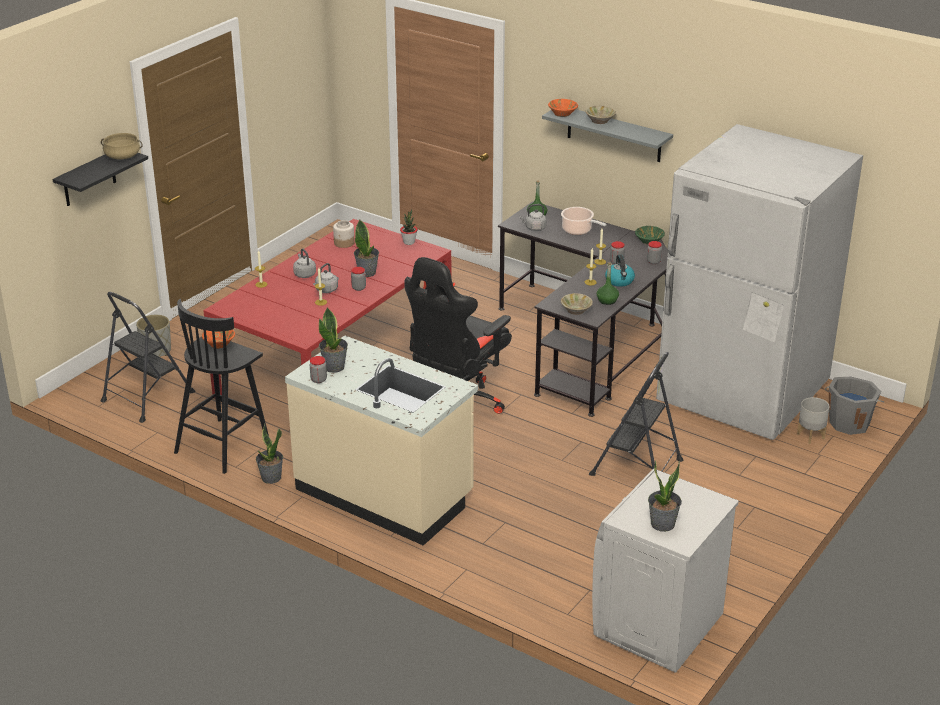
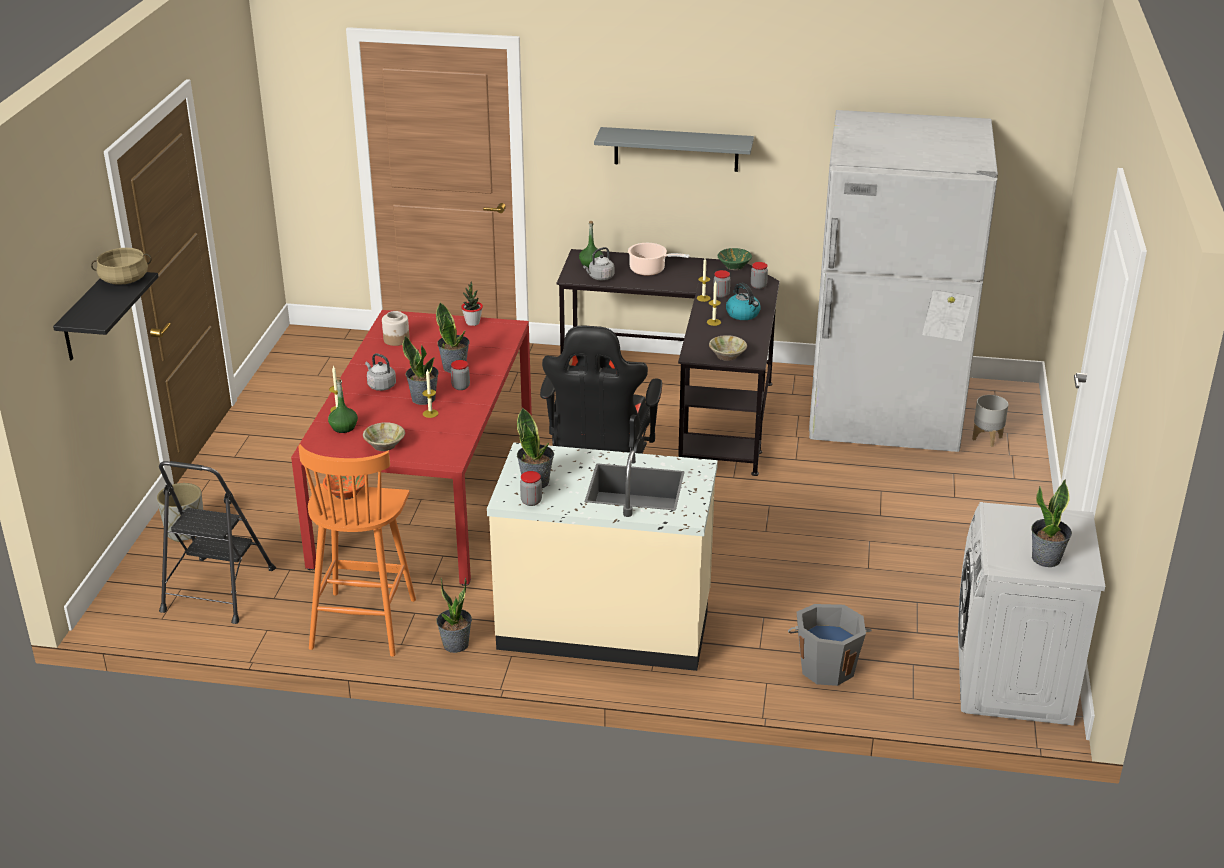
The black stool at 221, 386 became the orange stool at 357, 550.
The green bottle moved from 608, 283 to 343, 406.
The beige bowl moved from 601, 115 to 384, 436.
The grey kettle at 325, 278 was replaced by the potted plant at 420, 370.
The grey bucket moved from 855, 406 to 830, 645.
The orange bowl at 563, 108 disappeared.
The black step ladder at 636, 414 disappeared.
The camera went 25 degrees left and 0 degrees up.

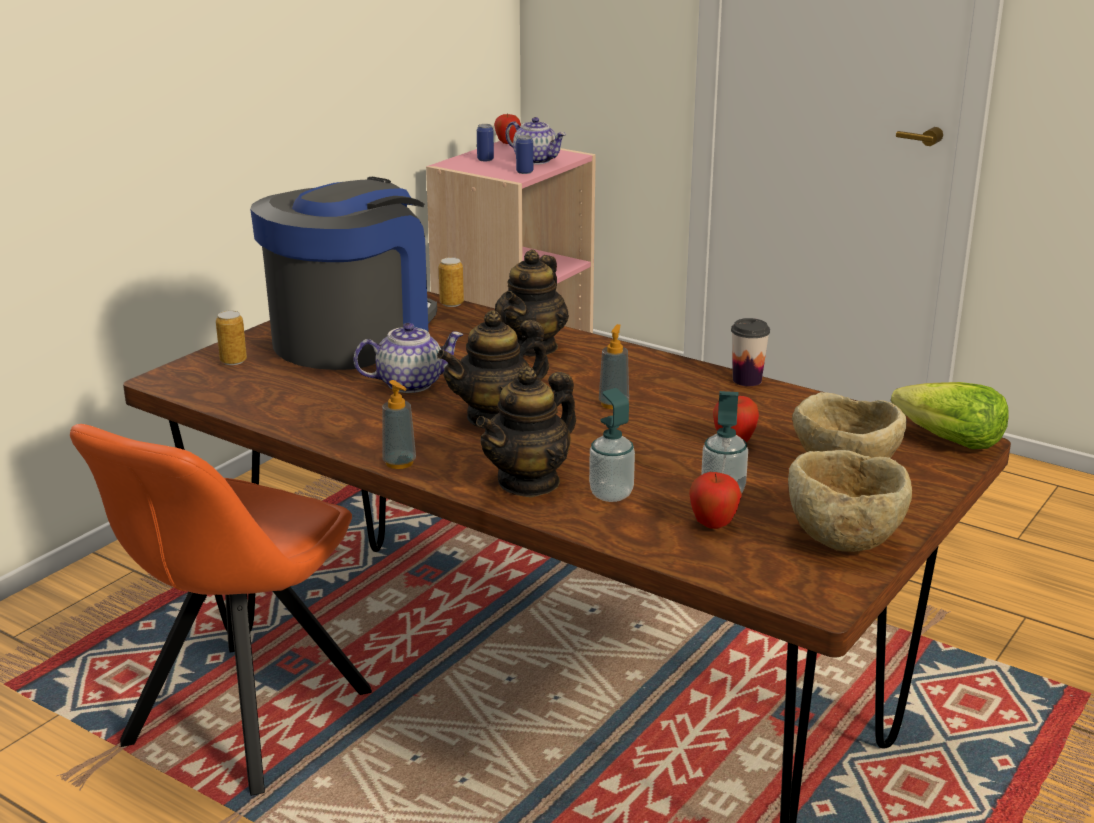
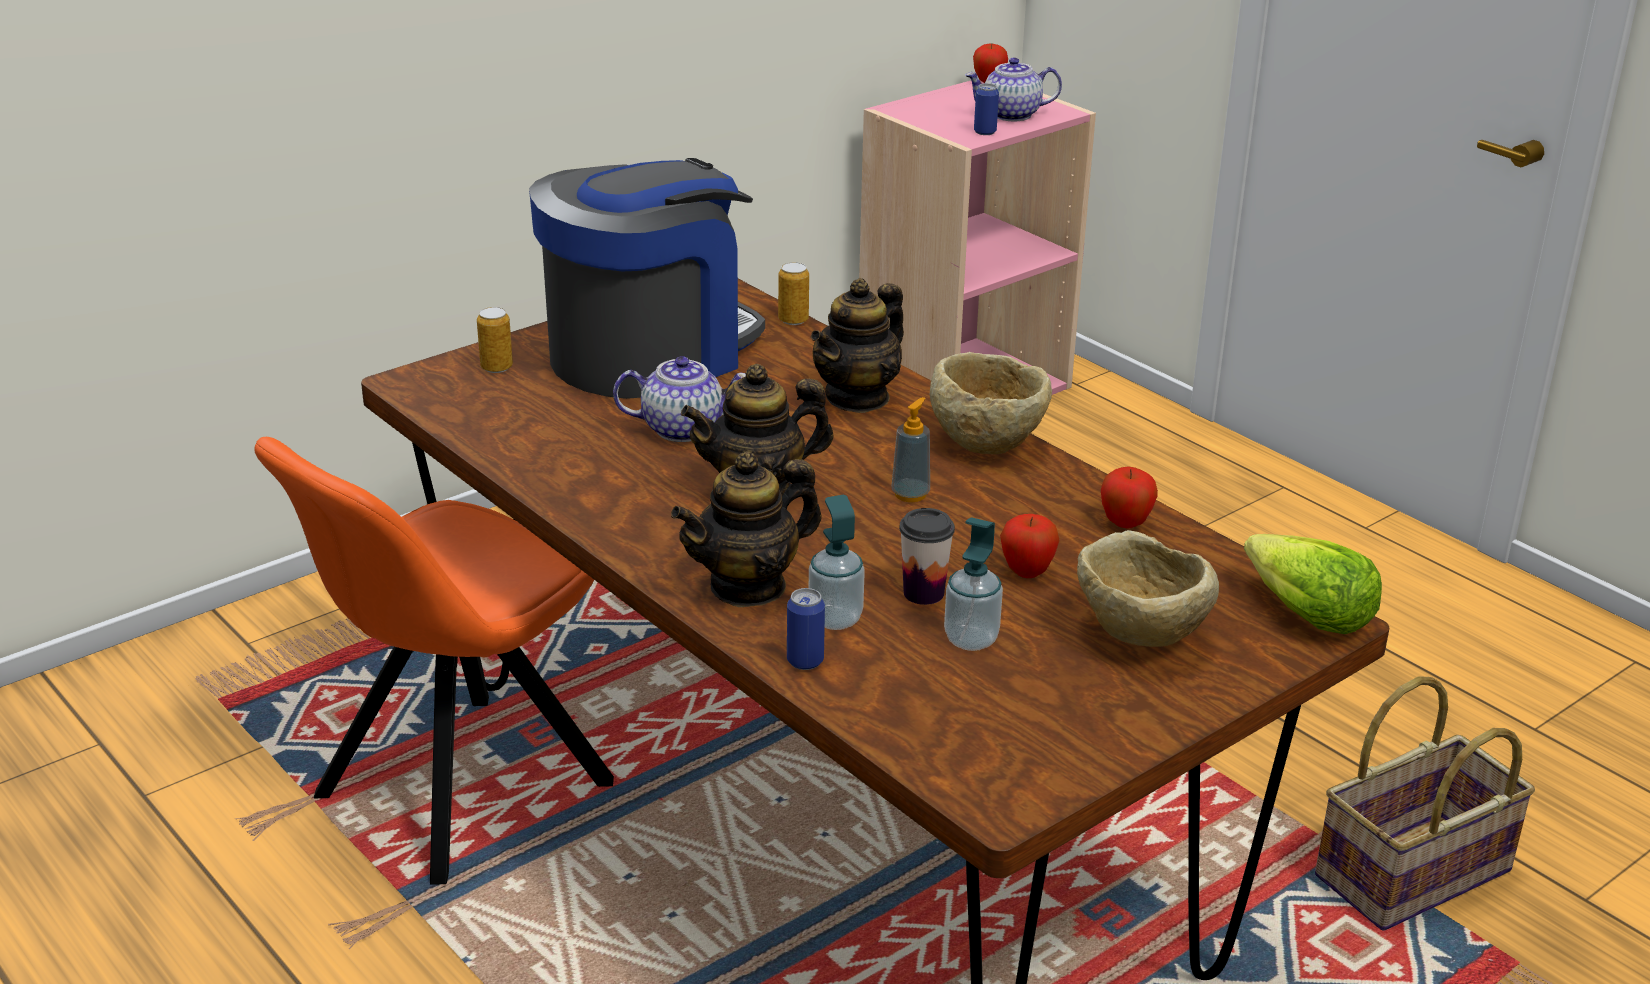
The can moved from 485, 142 to 806, 629.
The cup moved from 750, 352 to 927, 556.
The beige bowl moved from 850, 501 to 991, 403.
The teapot at 535, 141 turned 120 degrees clockwise.
The apple moved from 715, 500 to 1129, 497.
The basket at 1425, 803 appeared.
The soap dispenser at 399, 424 disappeared.
The camera went 15 degrees right and 5 degrees up.

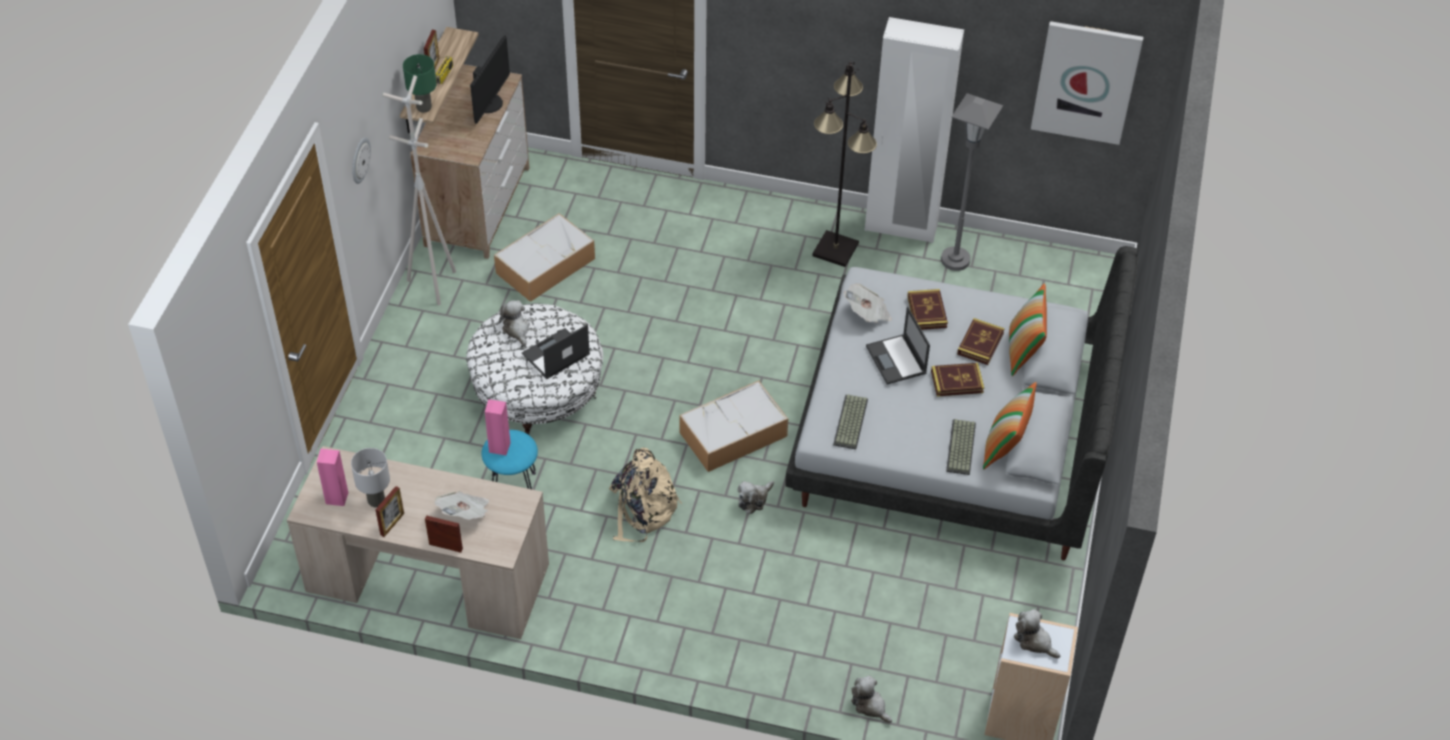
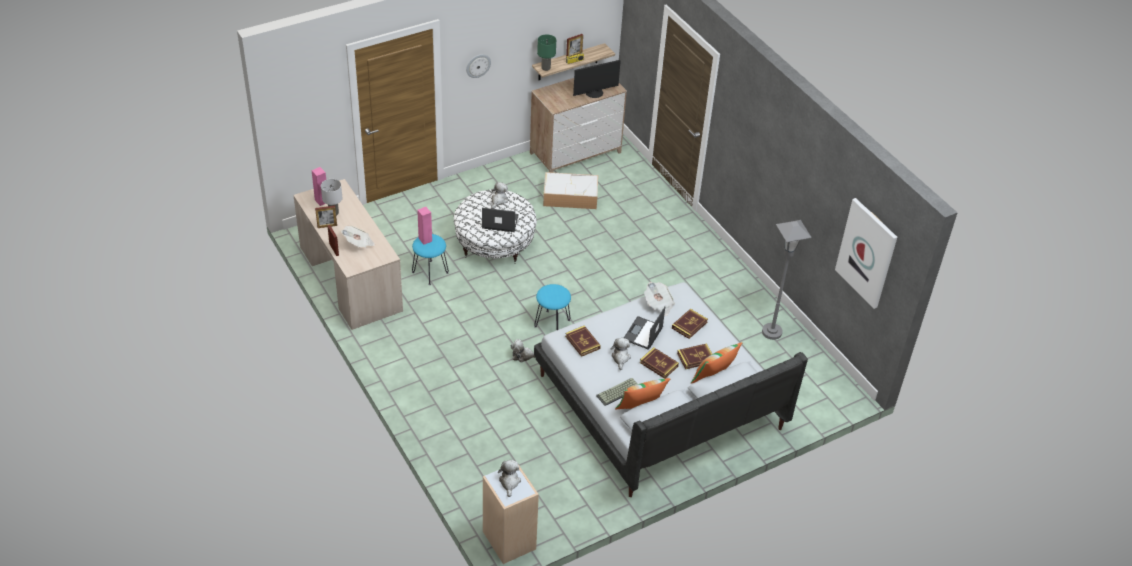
The storage box at 734, 426 was replaced by the turquoise stool at 552, 307.
The keyboard at 850, 421 was replaced by the book at 583, 341.
The plush toy moved from 871, 699 to 621, 354.
The grey clothes rack at 418, 190 disappeared.
The beige backpack at 645, 494 disappeared.
The black floor lamp at 844, 164 disappeared.
The white wardrobe at 914, 130 disappeared.
The camera went 45 degrees right and 5 degrees down.

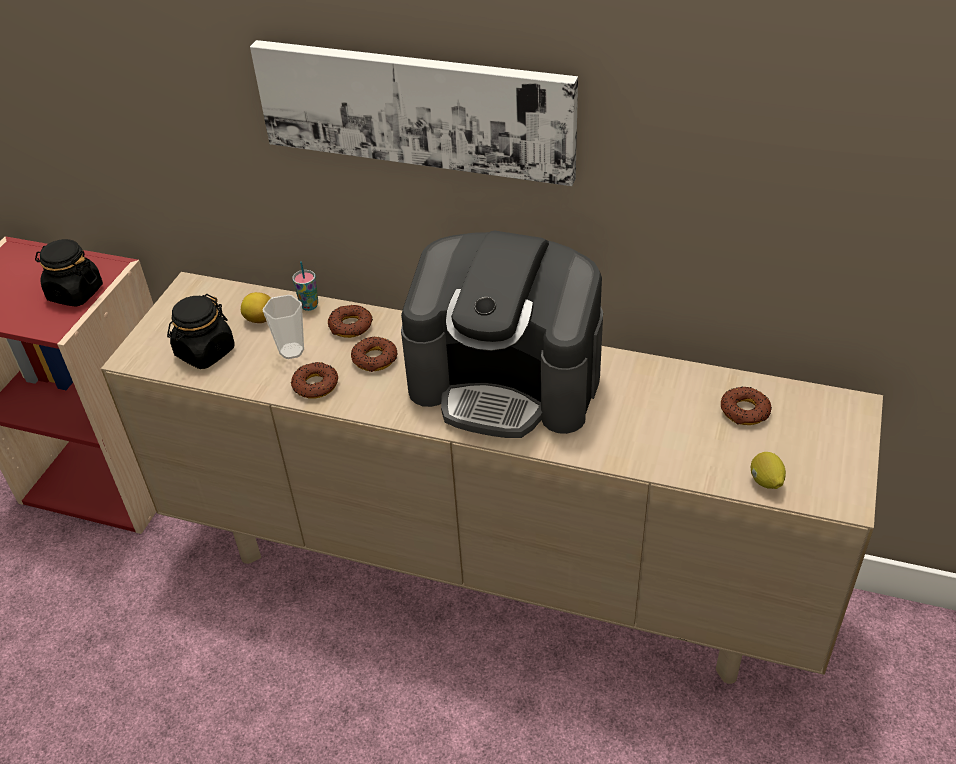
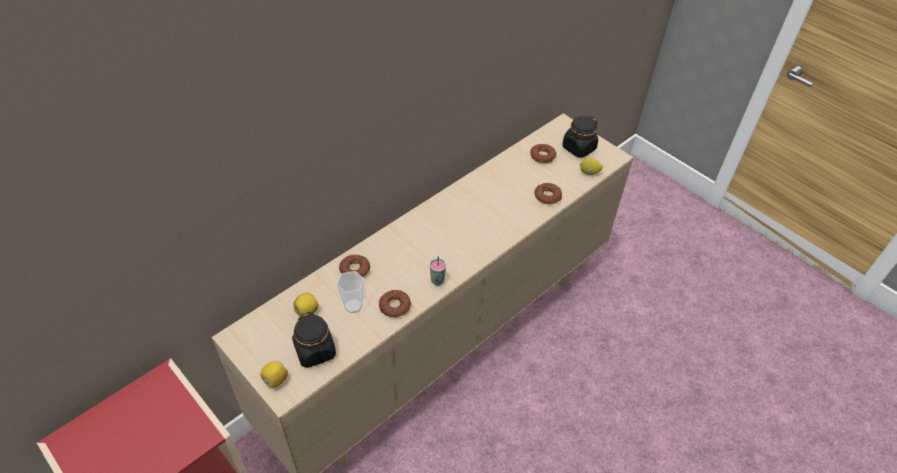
The lemon at 274, 374 appeared.
The cup moved from 305, 286 to 438, 271.
The donut moved from 374, 354 to 548, 193.
The black jar moved from 69, 273 to 580, 137.
The picture at 414, 113 disappeared.
The coffee machine at 502, 334 disappeared.
The camera went 65 degrees left and 5 degrees up.

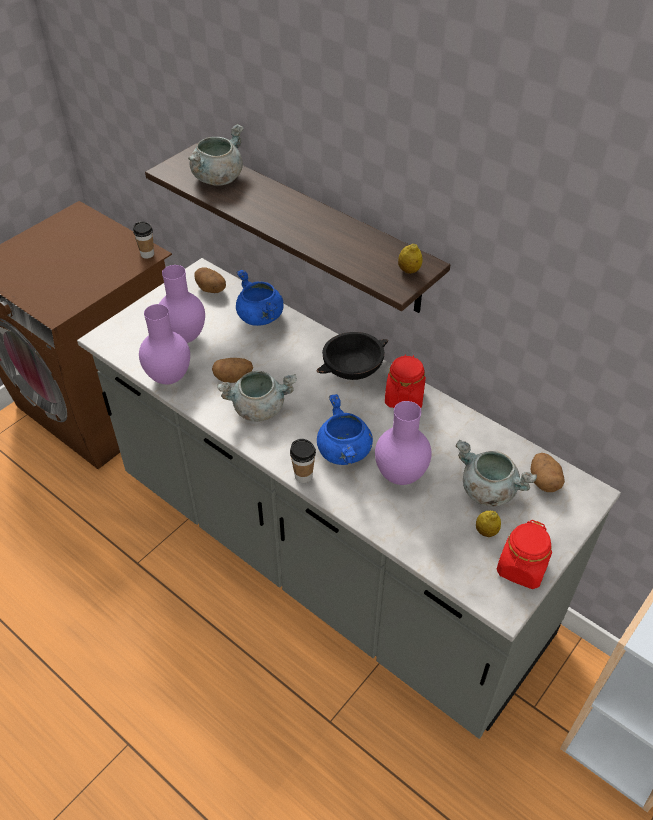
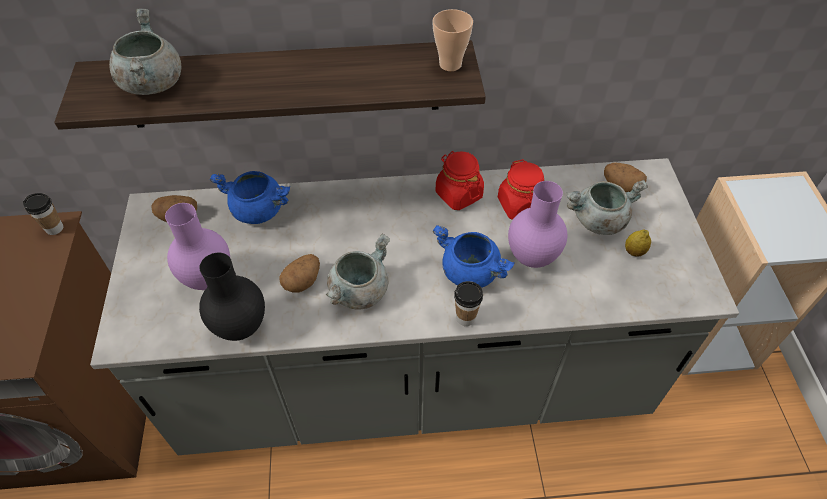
The purple vase at 164, 344 became the black vase at 232, 297.
The lemon at 410, 258 was replaced by the cup at 452, 40.
The red jar moved from 524, 554 to 521, 189.
The black bowl at 352, 356 disappeared.
The camera went 45 degrees left and 5 degrees up.

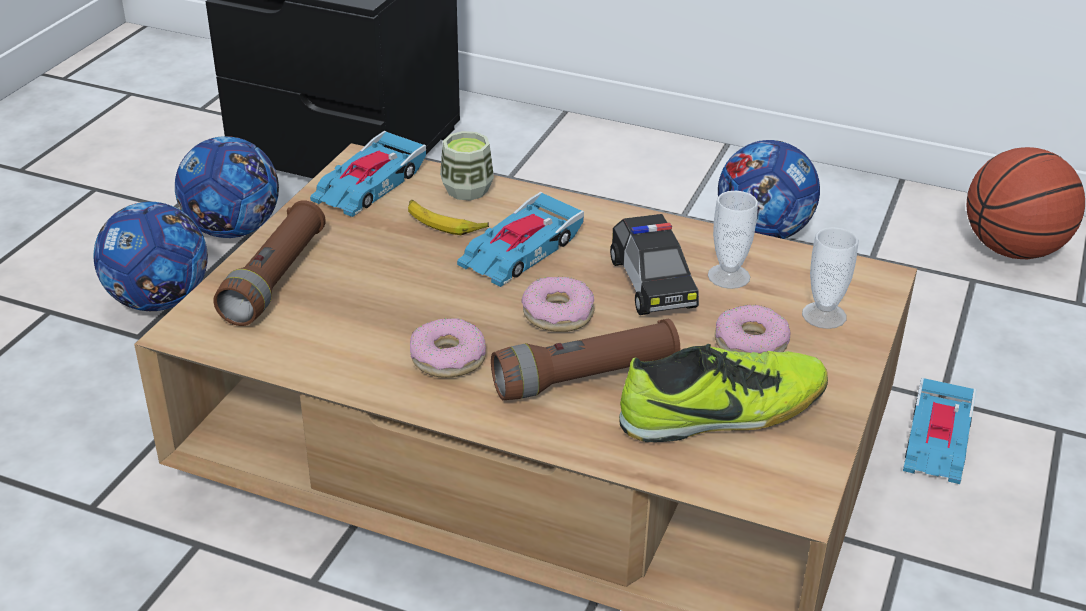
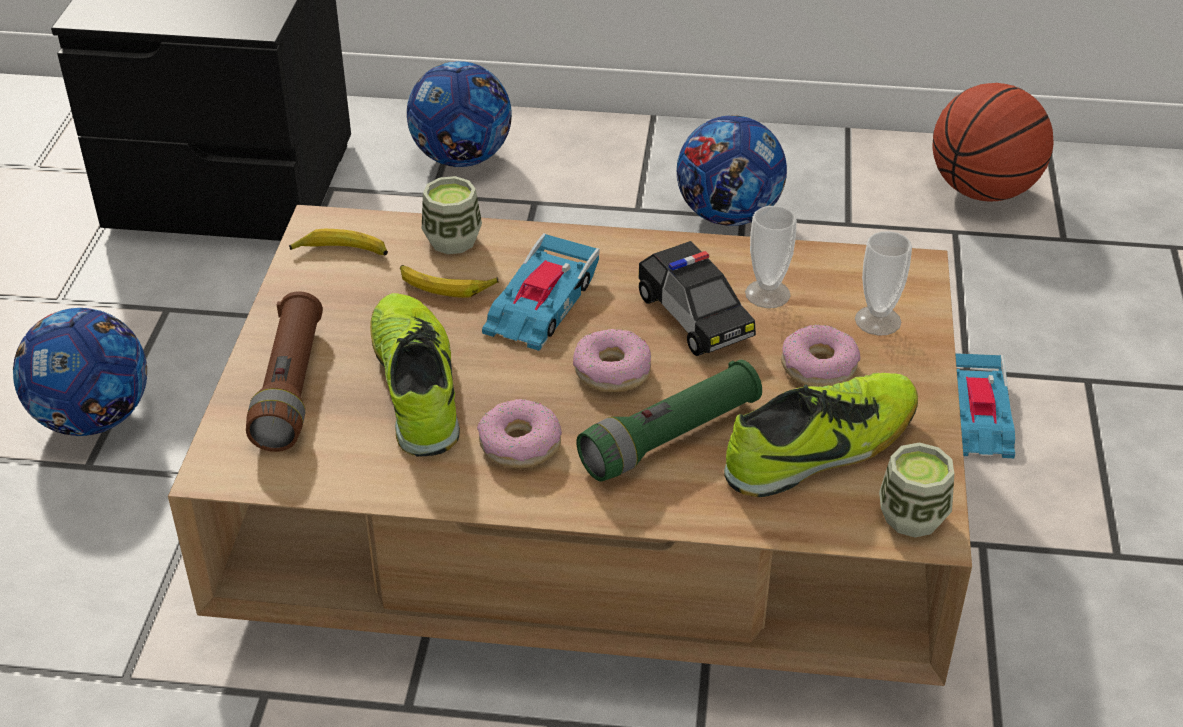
The toy car at 368, 174 was replaced by the banana at 338, 242.
The shoe at 415, 375 appeared.
The football moved from 227, 187 to 459, 114.
The brown flashlight at 585, 359 became the green flashlight at 669, 420.
The cup at 916, 490 appeared.
The camera went 15 degrees left and 5 degrees up.

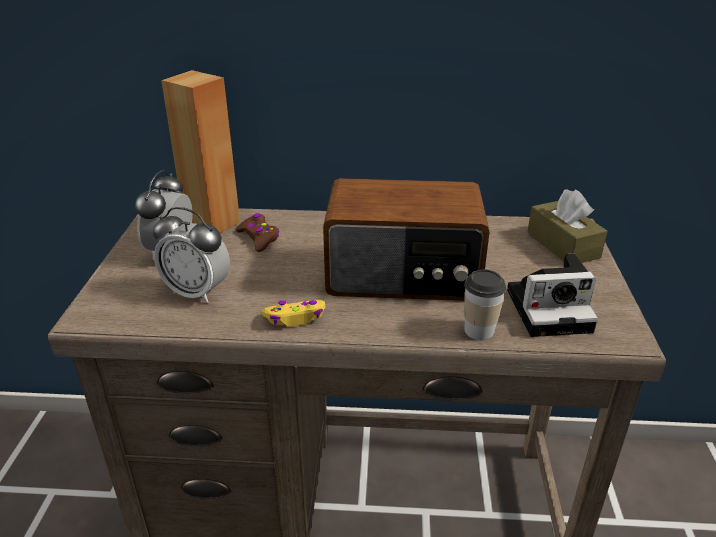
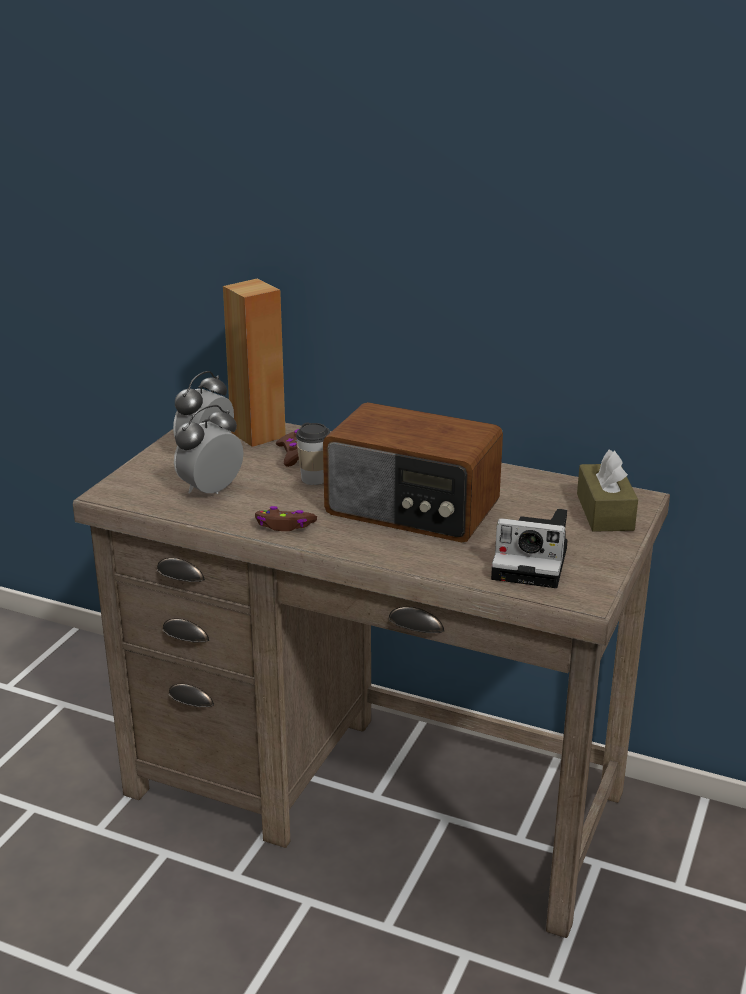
The alarm clock at 191, 255 turned 90 degrees clockwise.
The yellow game controller at 293, 313 became the brown game controller at 286, 518.
The cup moved from 485, 304 to 313, 454.
The camera went 20 degrees right and 5 degrees down.

